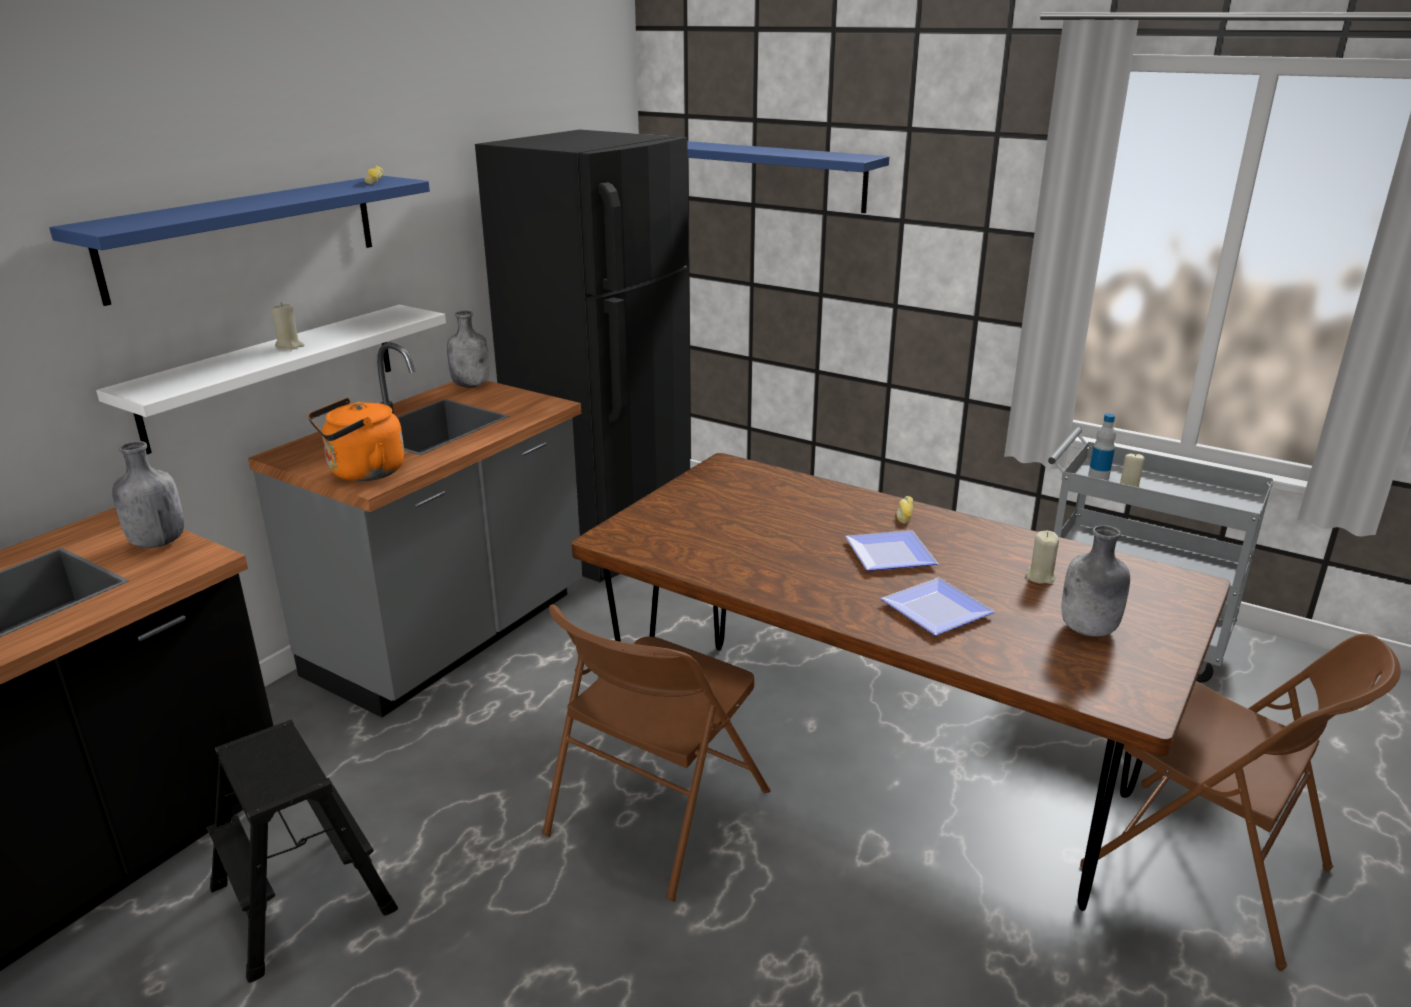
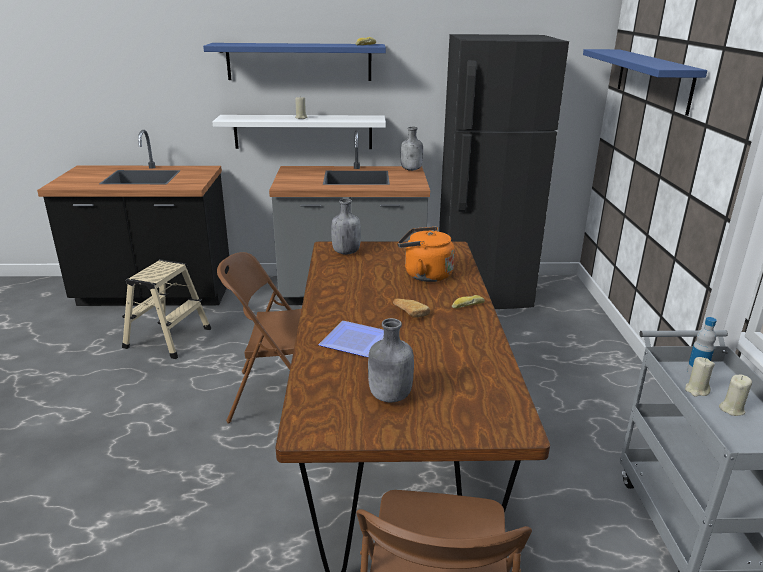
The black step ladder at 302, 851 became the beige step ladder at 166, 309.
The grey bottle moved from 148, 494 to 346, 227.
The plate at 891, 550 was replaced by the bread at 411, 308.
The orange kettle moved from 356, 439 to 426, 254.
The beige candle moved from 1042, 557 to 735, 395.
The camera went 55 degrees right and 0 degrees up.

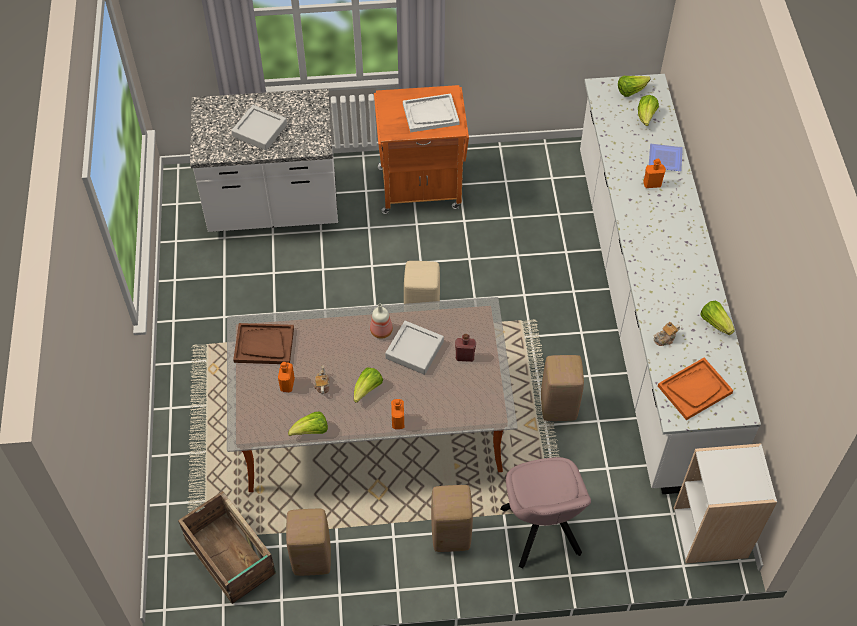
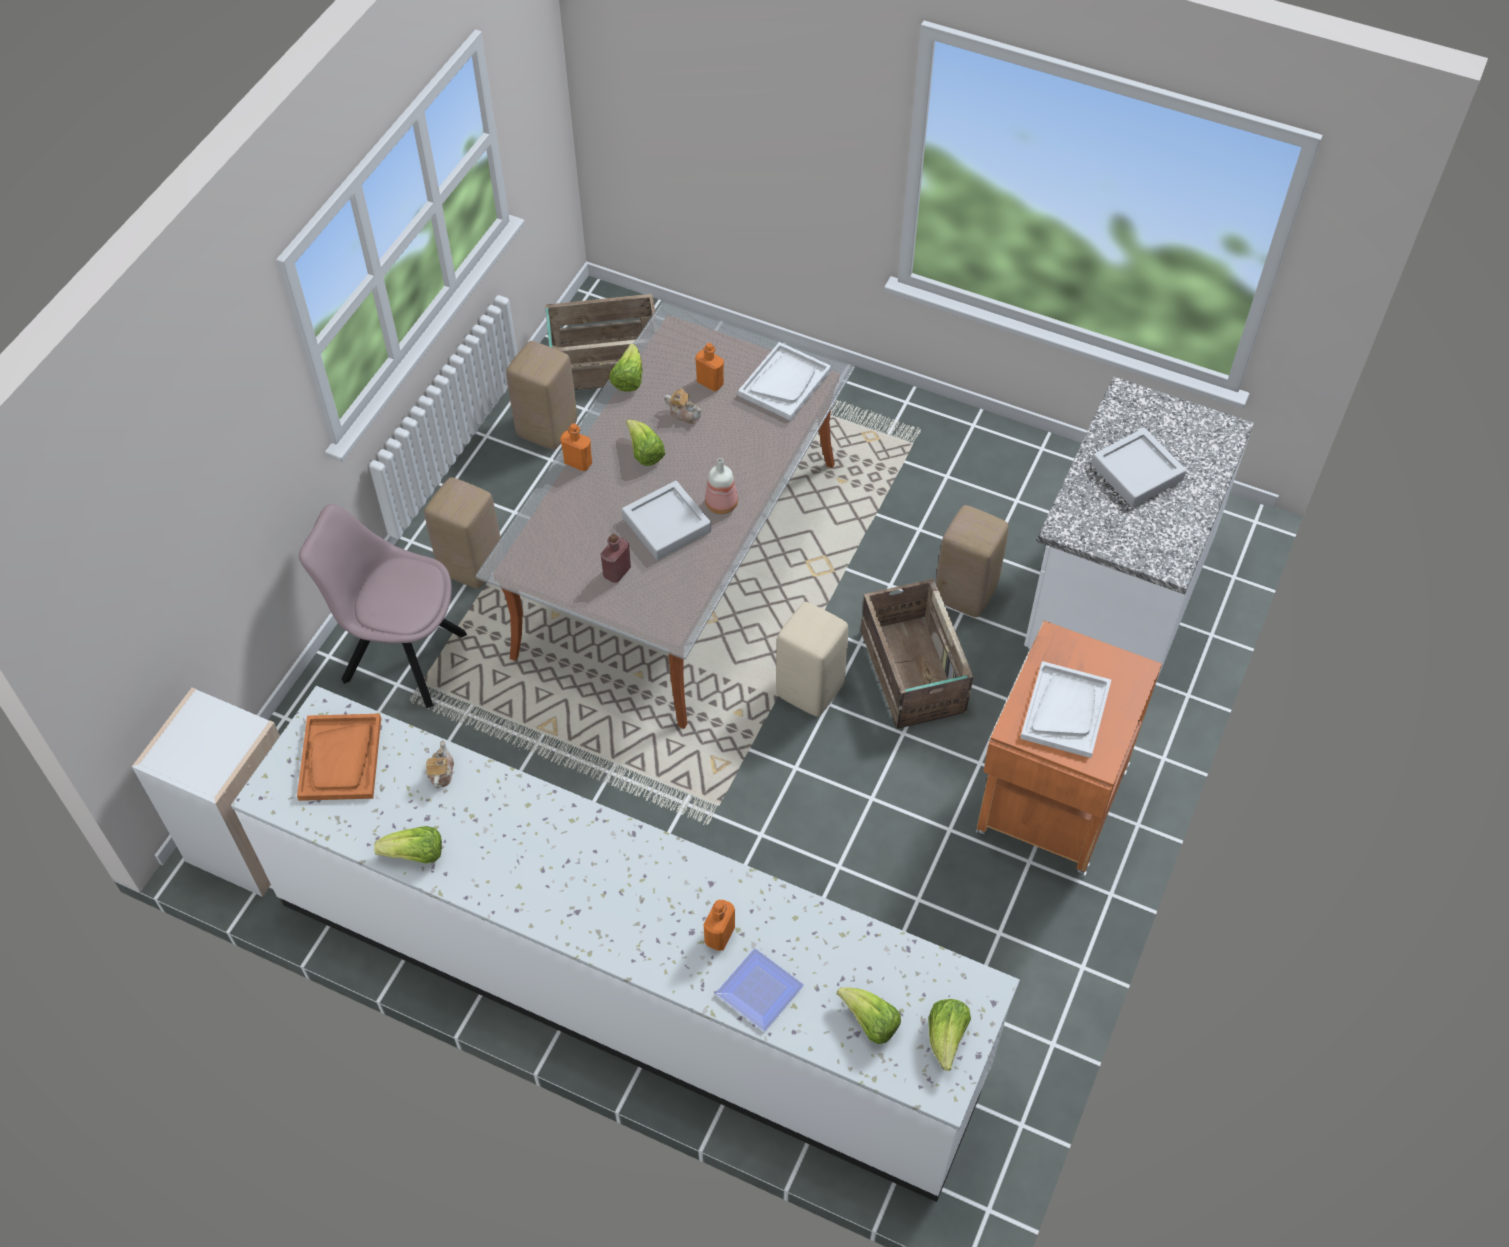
The brown tray at 263, 343 became the white tray at 784, 381.
The crate at 917, 654 appeared.
The beige stool moved from 562, 388 to 972, 561.
The camera went 120 degrees right and 0 degrees up.

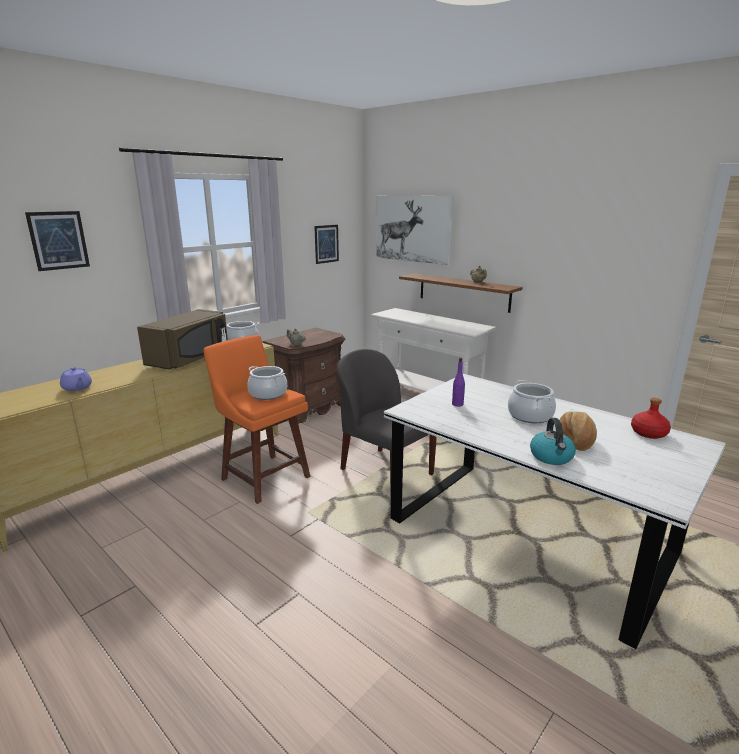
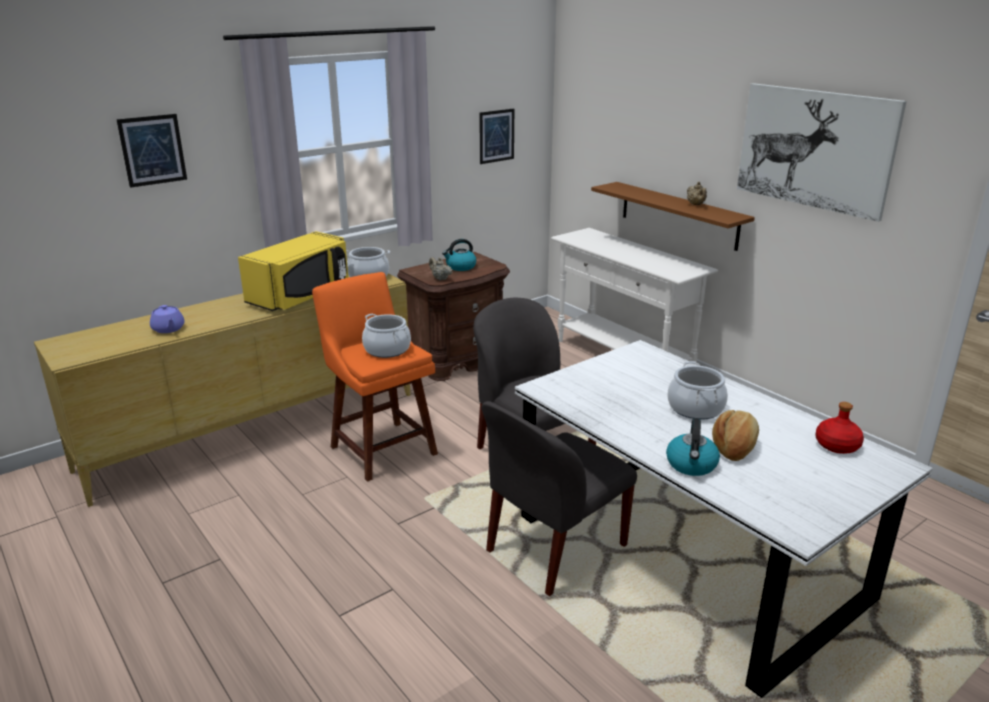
The brown microwave at 182, 339 became the yellow microwave at 293, 271.
The kettle at 459, 255 appeared.
The grey chair at 559, 498 appeared.
The picture moved from 415, 230 to 822, 152.
The purple bottle at 458, 382 disappeared.
The camera went 10 degrees right and 5 degrees up.

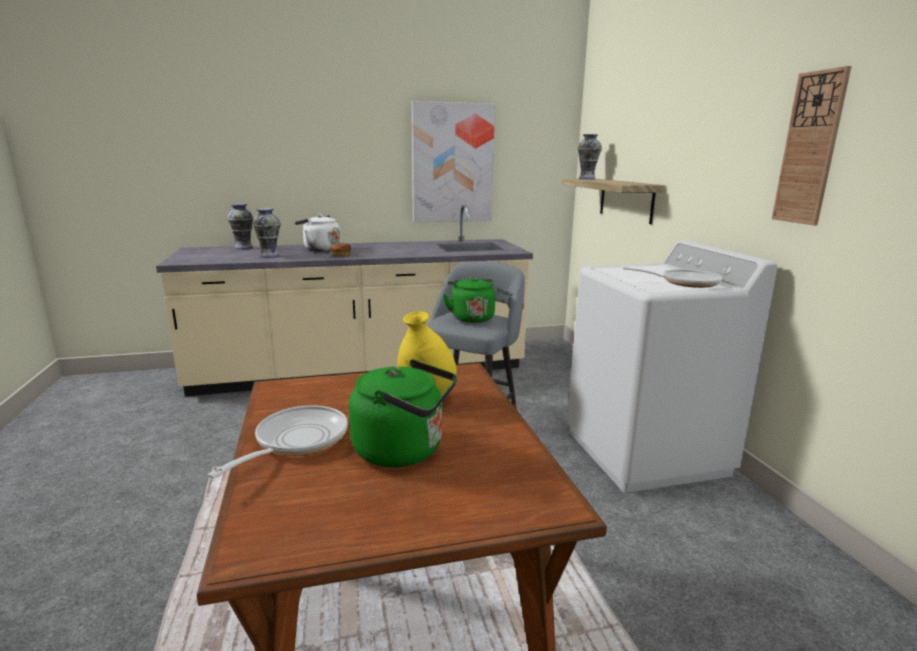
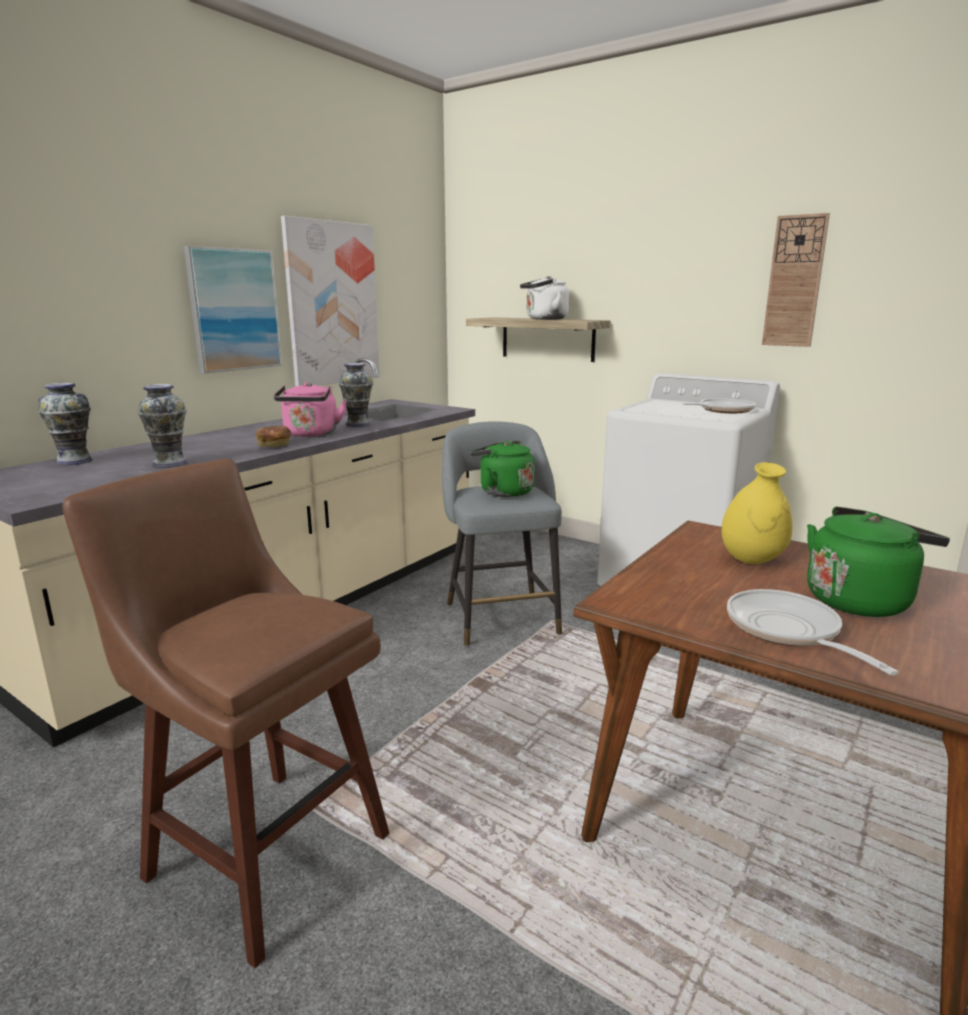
The brown stool at 225, 714 appeared.
The picture at 233, 309 appeared.
The pink kettle at 310, 409 appeared.
The vase moved from 590, 157 to 356, 395.
The white kettle moved from 318, 233 to 544, 298.
The camera went 40 degrees left and 0 degrees up.

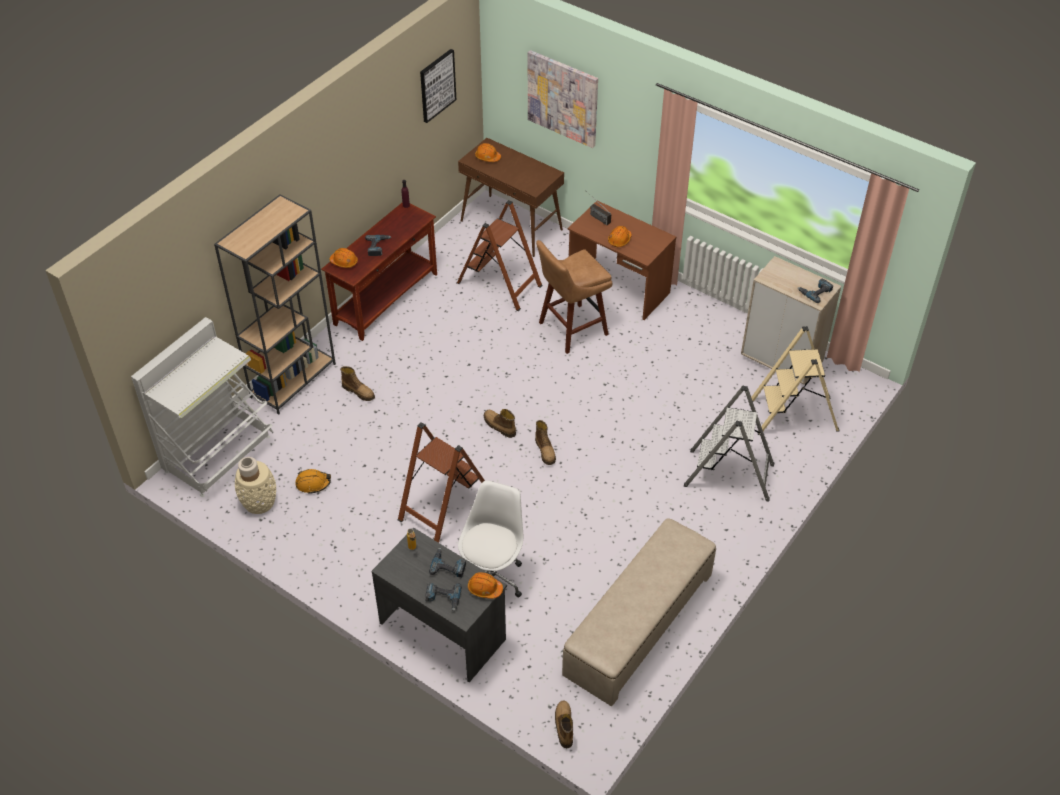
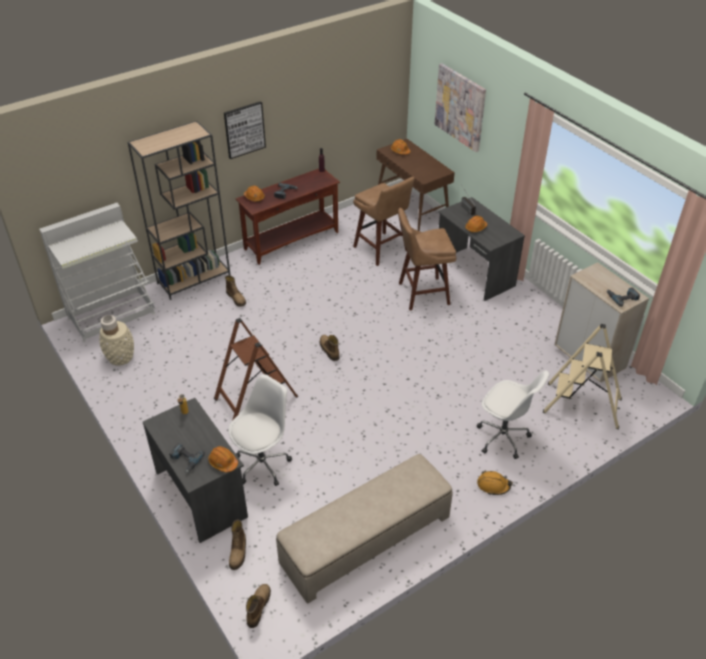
The picture moved from 438, 86 to 245, 130.
The boot moved from 545, 442 to 237, 544.
The brown step ladder at 499, 255 was replaced by the brown stool at 384, 221.
The brown desk at 622, 260 became the grey desk at 481, 249.
The grey step ladder at 729, 444 was replaced by the white office chair at 512, 414.
The orange hard hat moved from 313, 481 to 495, 482.
The power drill at 447, 562 disappeared.
The camera went 20 degrees right and 5 degrees down.

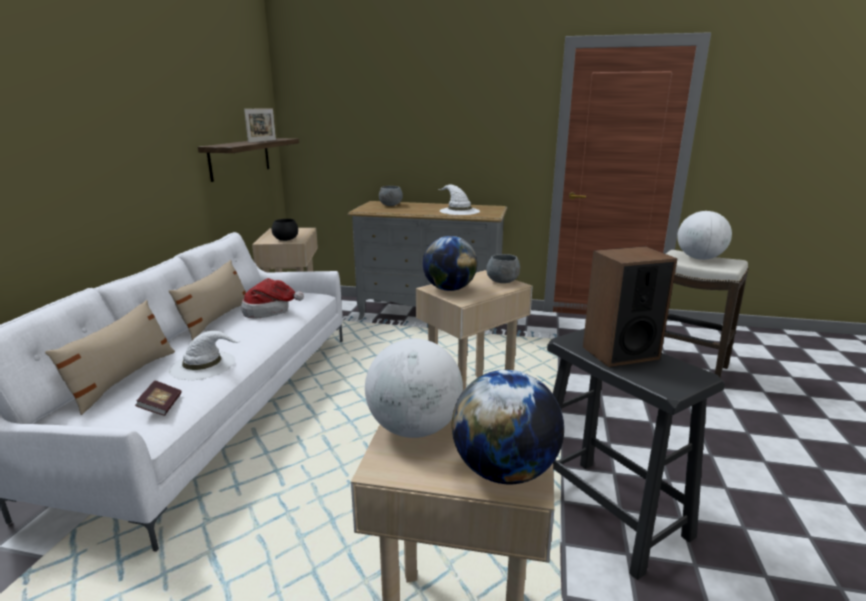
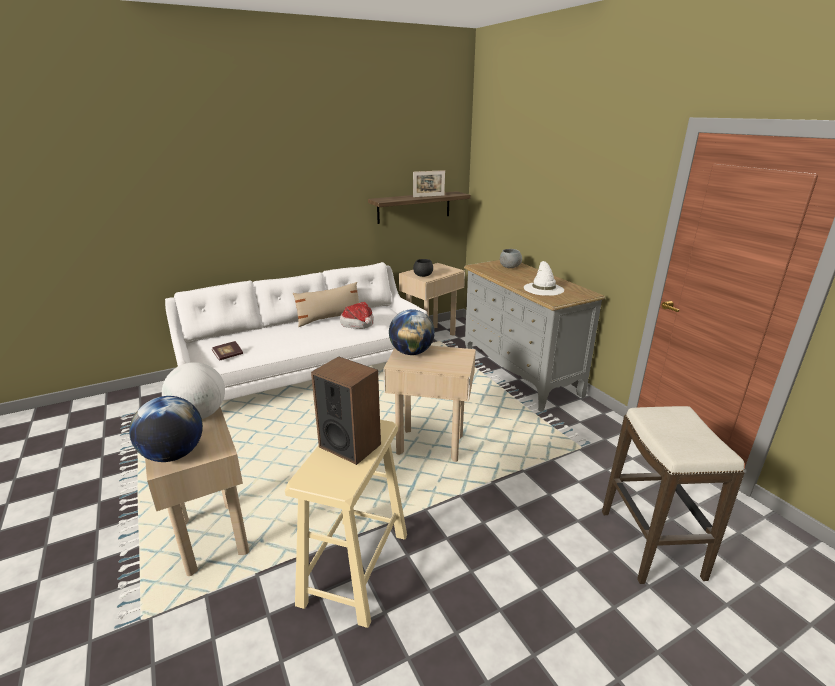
The black stool at 636, 454 became the beige stool at 346, 524.
The beige pillow at 110, 357 disappeared.
The white hat at 205, 355 disappeared.
The grey bowl at 503, 268 disappeared.
The globe at 704, 235 disappeared.
The camera went 50 degrees right and 5 degrees up.

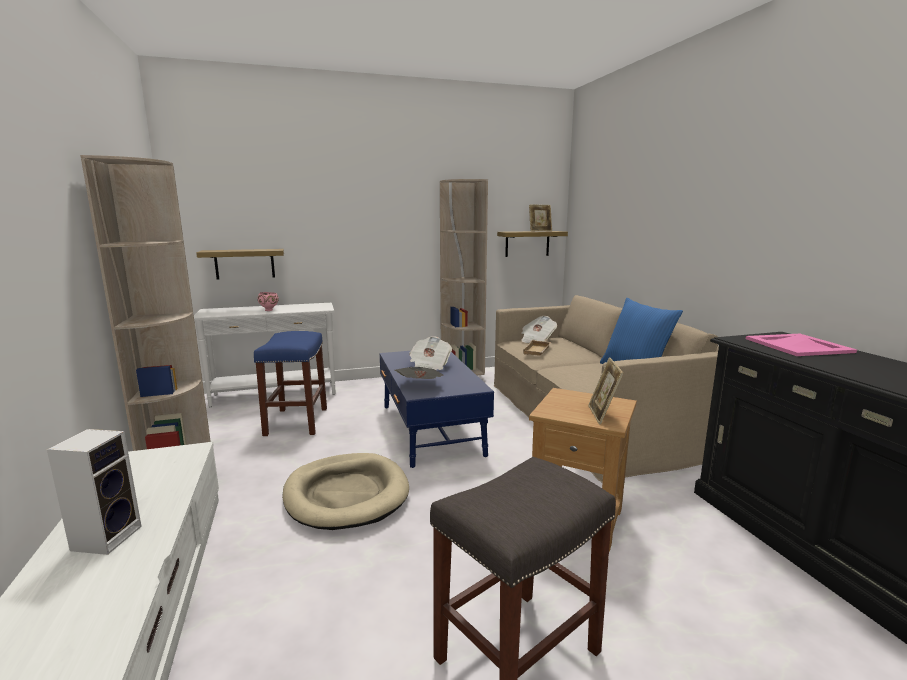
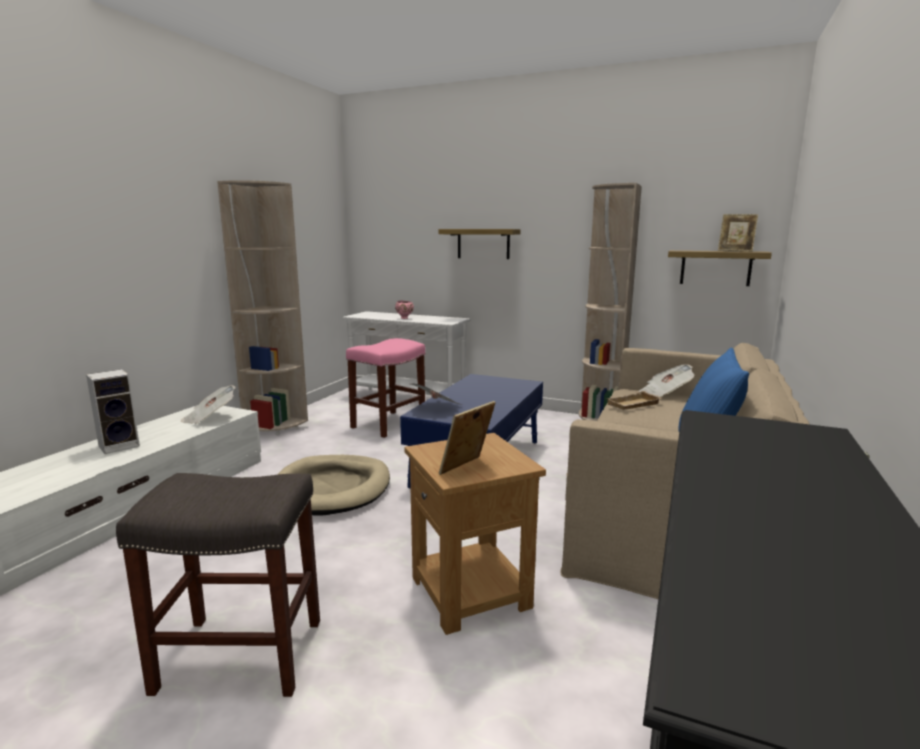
The newspaper moved from 430, 353 to 208, 404.
The blue stool at 290, 383 became the pink stool at 385, 388.
The shelf moved from 240, 264 to 479, 244.
The pink tray at 801, 345 disappeared.
The camera went 40 degrees right and 0 degrees up.

